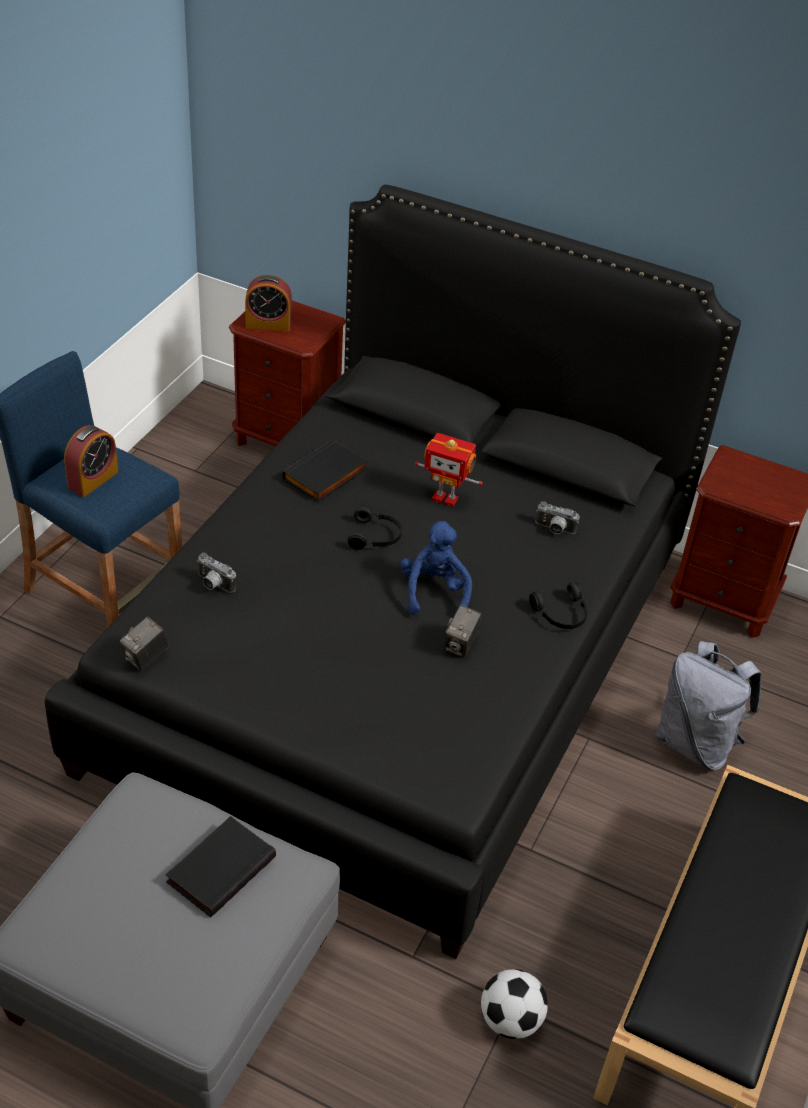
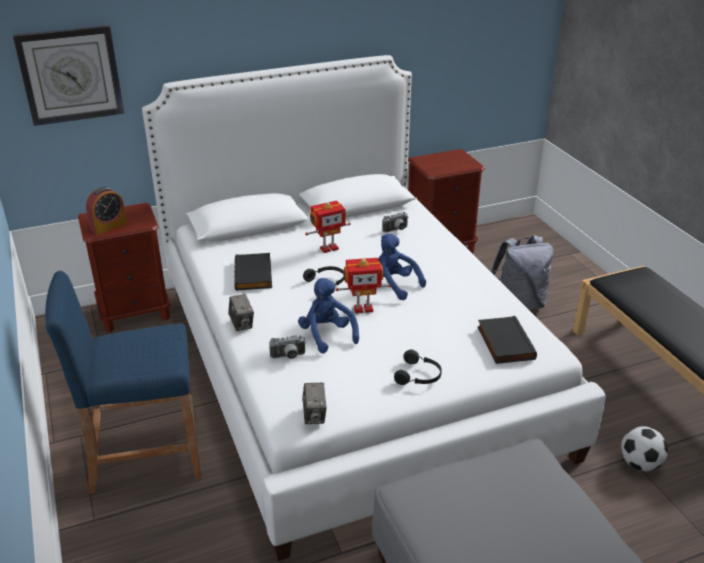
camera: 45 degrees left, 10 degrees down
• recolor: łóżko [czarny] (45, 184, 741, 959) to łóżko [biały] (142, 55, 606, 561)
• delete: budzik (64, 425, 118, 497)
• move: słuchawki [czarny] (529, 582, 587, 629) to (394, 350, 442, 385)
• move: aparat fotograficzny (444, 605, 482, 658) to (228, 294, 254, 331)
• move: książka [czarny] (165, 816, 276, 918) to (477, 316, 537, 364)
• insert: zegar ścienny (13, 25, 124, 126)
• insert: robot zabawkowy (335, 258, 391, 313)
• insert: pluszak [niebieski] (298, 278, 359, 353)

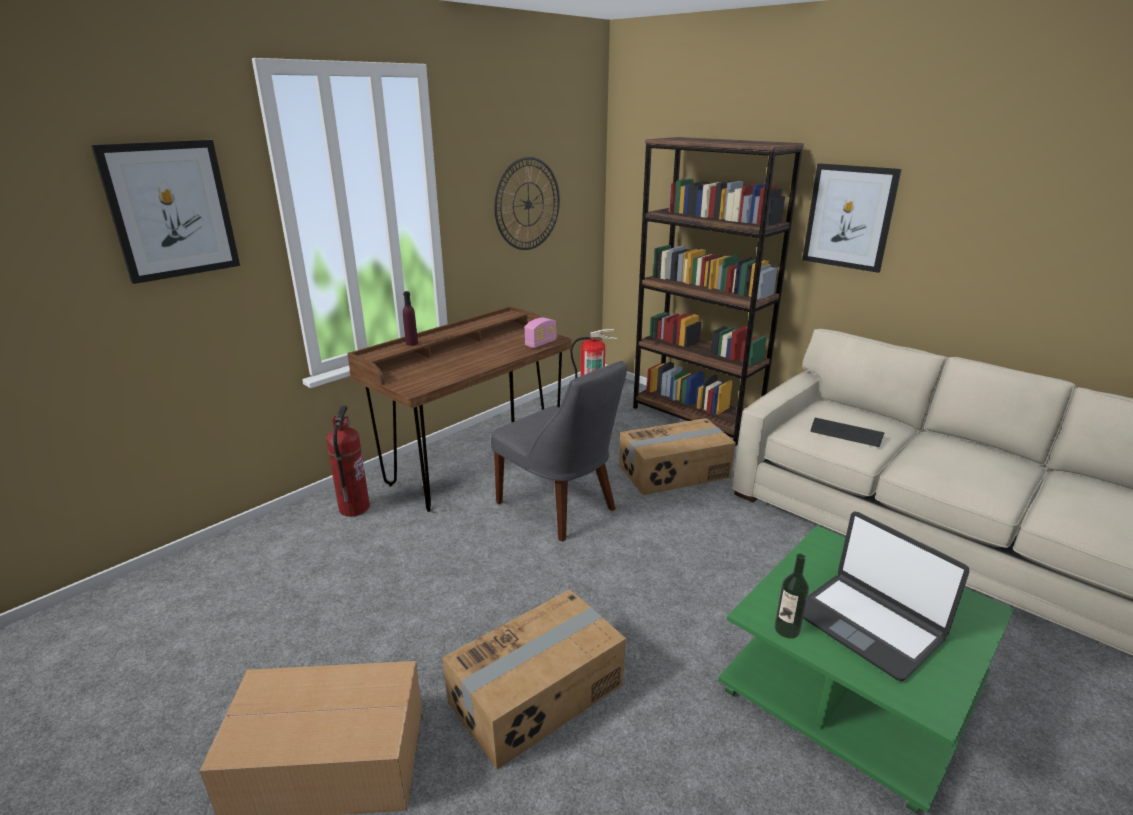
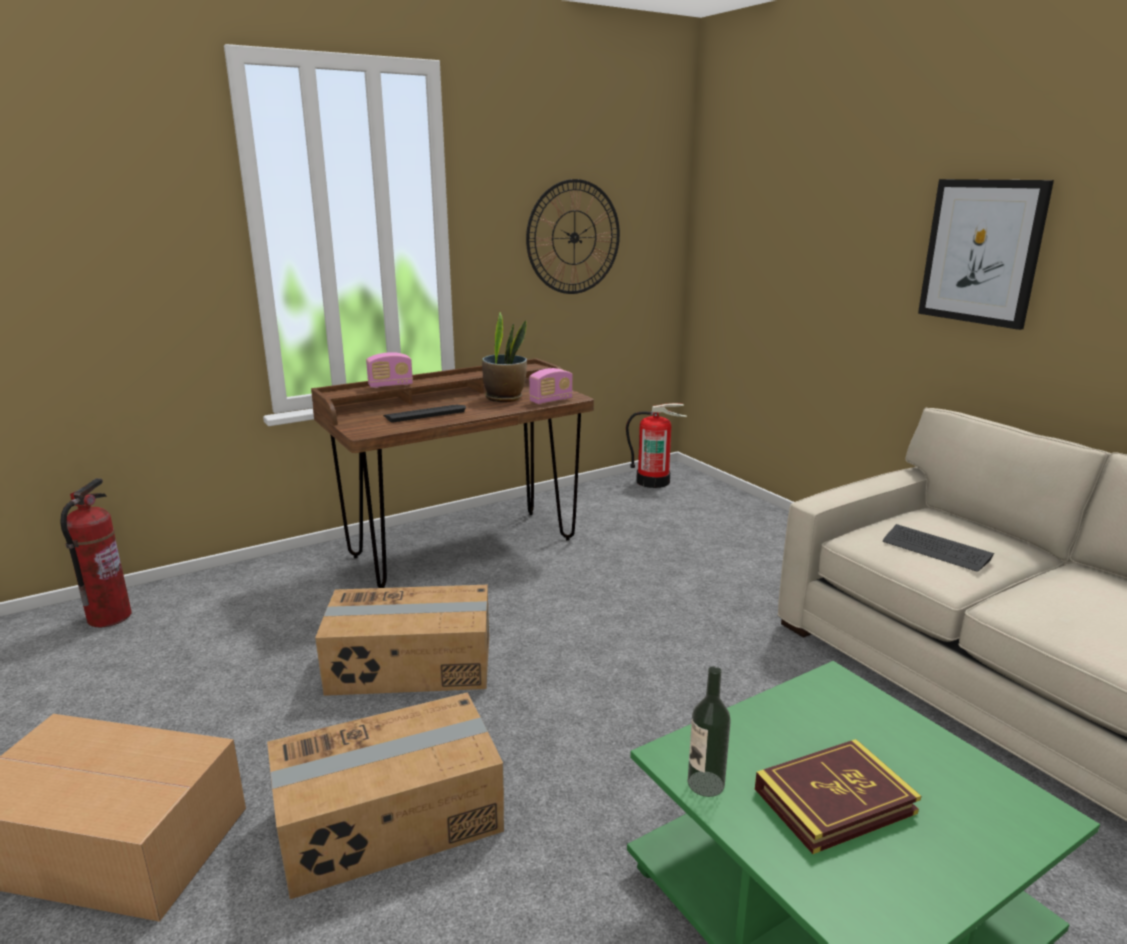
camera: 15 degrees right, 5 degrees down
• delete: regał [brązowy] (633, 137, 804, 446)
• delete: obraz (91, 140, 240, 284)
• replace: butelka [fioletowy] (403, 291, 418, 346) to radio (366, 352, 413, 388)
• delete: krzesło [szary] (491, 361, 627, 542)
• move: gaśnica (326, 405, 370, 517) to (60, 478, 132, 628)
• move: karton (619, 418, 736, 495) to (315, 585, 489, 696)
• replace: laptop (803, 512, 969, 681) to książka (755, 739, 921, 854)
• insert: roślina doniczkowa (482, 312, 527, 402)
• insert: klawiatura (383, 405, 466, 423)

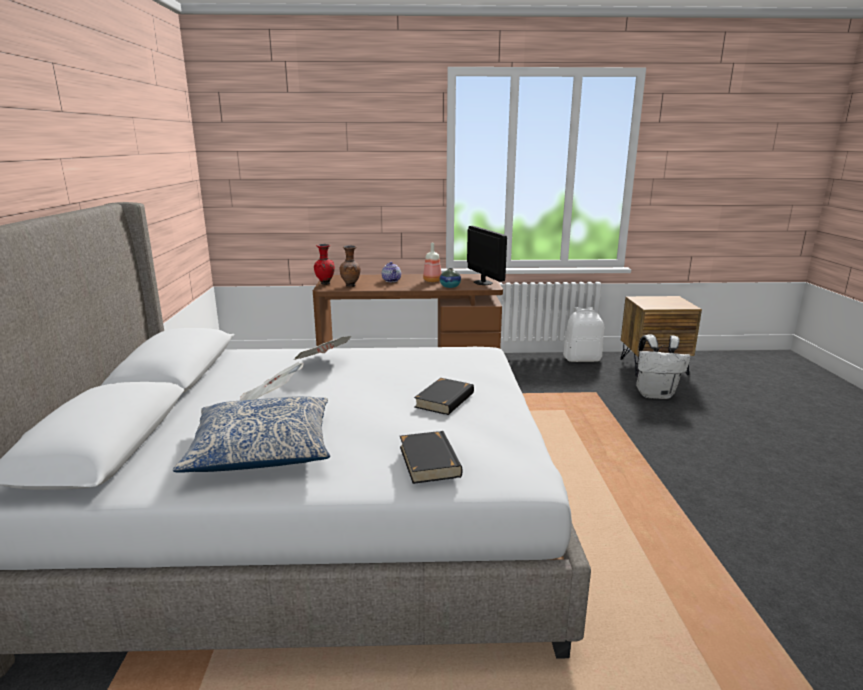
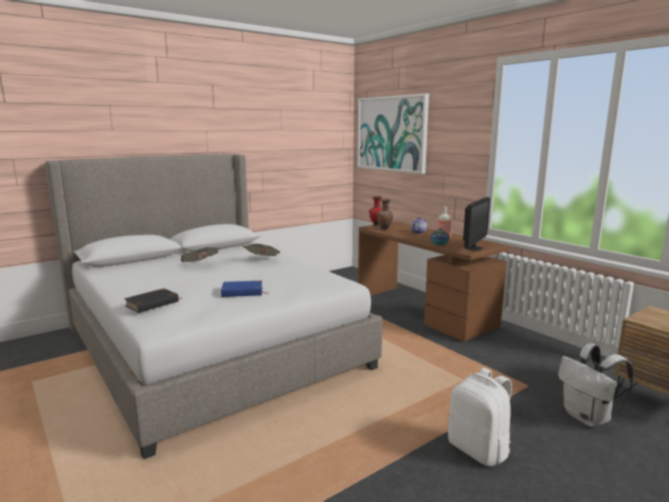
camera: 55 degrees right, 5 degrees down
• move: plecak [biały] (563, 307, 604, 362) to (448, 368, 512, 466)
• recolor: książka [czarny] (414, 378, 474, 415) to książka [niebieski] (221, 281, 269, 297)
• delete: poduszka (173, 396, 330, 473)
• insert: obraz (357, 93, 429, 174)

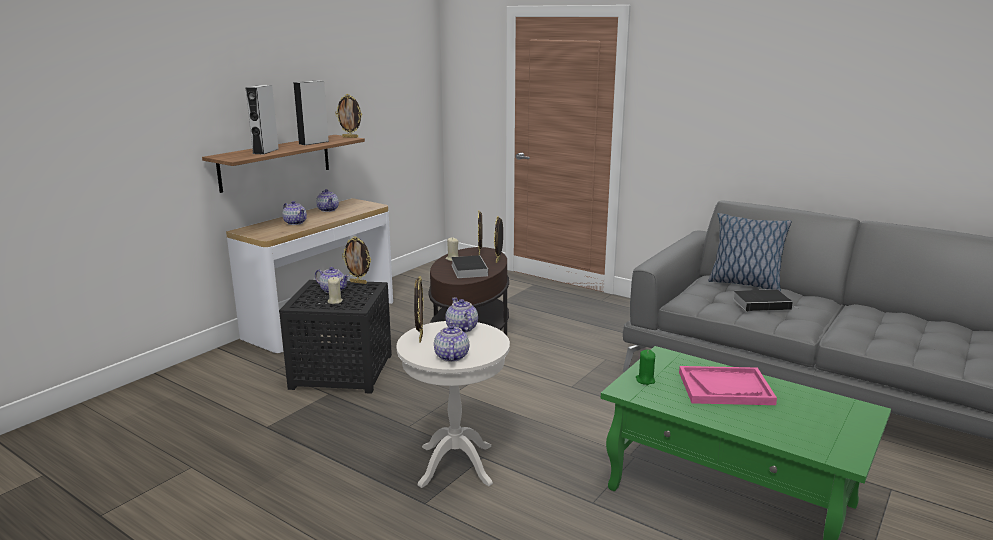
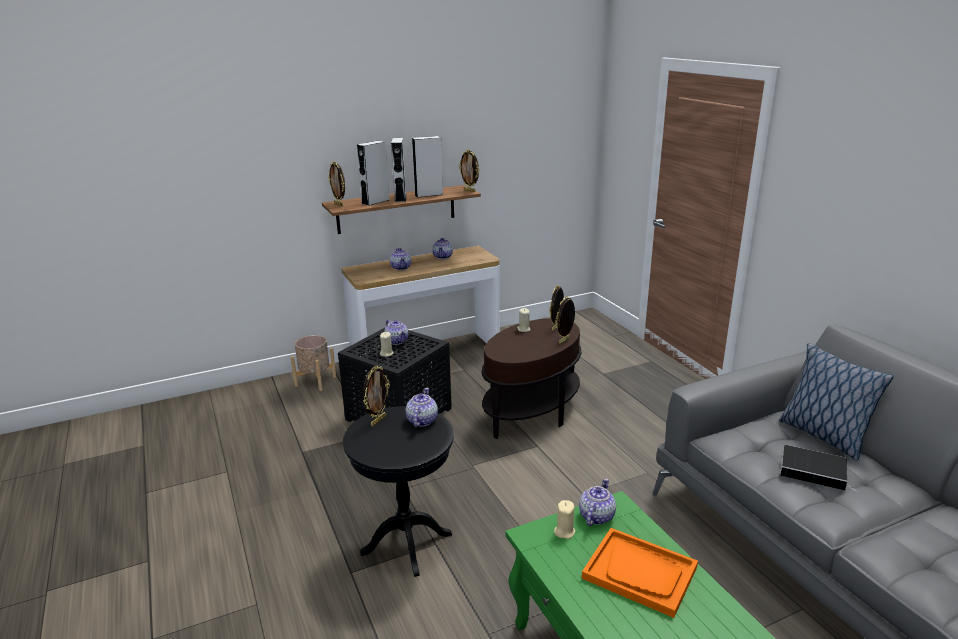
camera: 30 degrees right, 5 degrees up
• move: ramka na zdjęcie (342, 236, 371, 284) to (328, 161, 345, 207)
• delete: książka (451, 255, 488, 278)
• recolor: stolik [biały] (397, 321, 510, 488) to stolik [czarny] (343, 406, 454, 577)
• move: imbryk (434, 322, 469, 362) to (579, 478, 616, 526)
• recolor: świeca [zielony] (636, 350, 655, 385) to świeca [beżowy] (554, 500, 575, 539)
• recolor: taca [różowy] (679, 366, 777, 405) to taca [pomarańczowy] (582, 528, 698, 618)
• insert: głośnik [szary] (391, 138, 407, 202)
• insert: donica [beżowy] (291, 335, 336, 391)

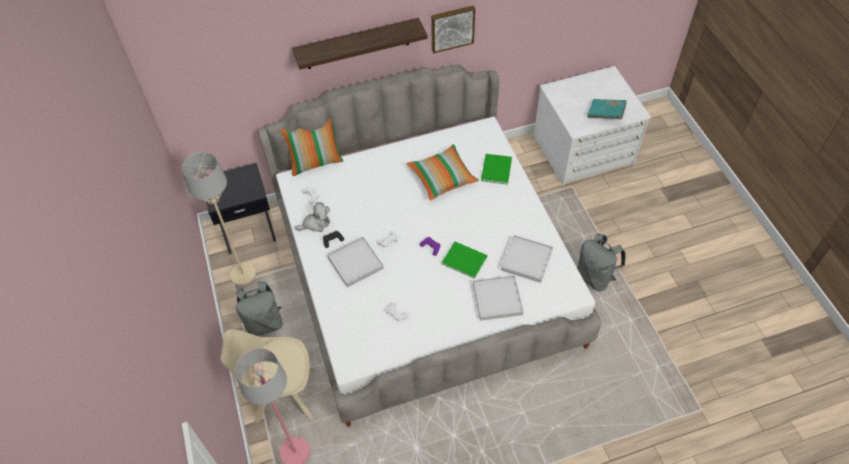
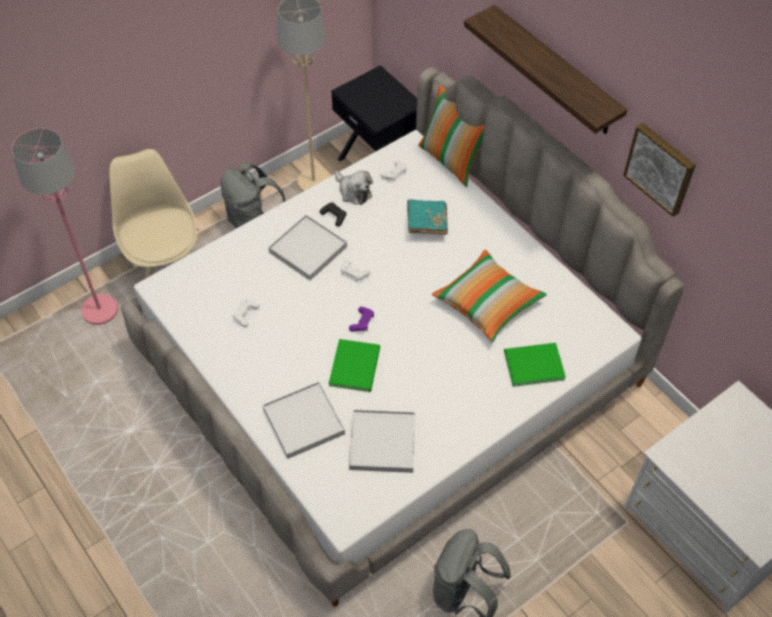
camera: 70 degrees right, 0 degrees up
• move: książka [turkusowy] (587, 99, 626, 119) to (407, 199, 448, 235)

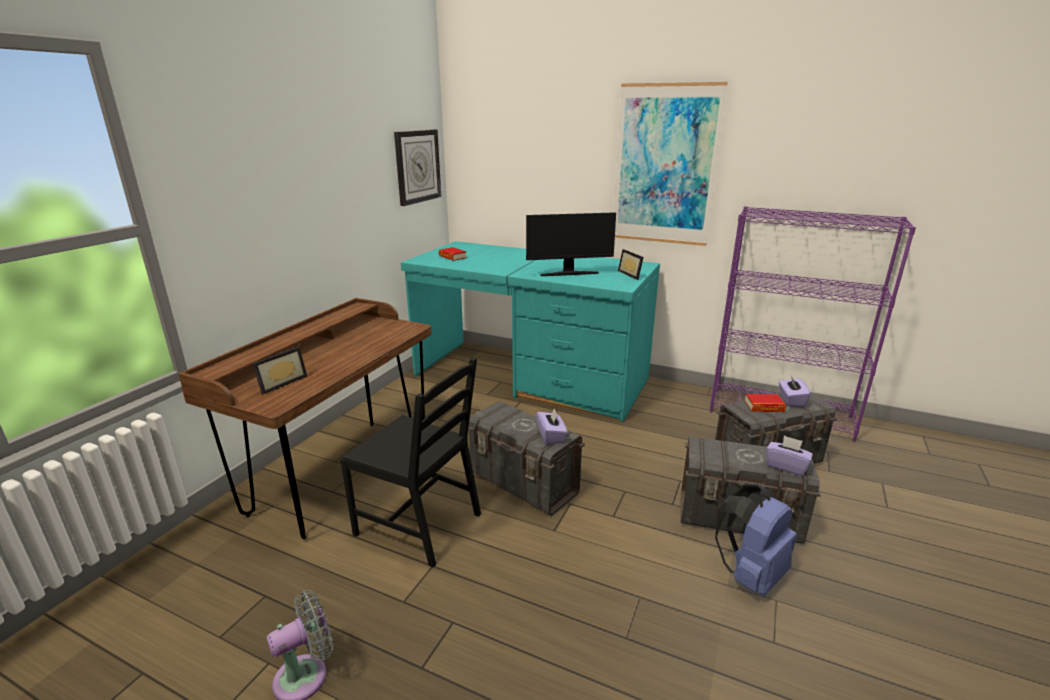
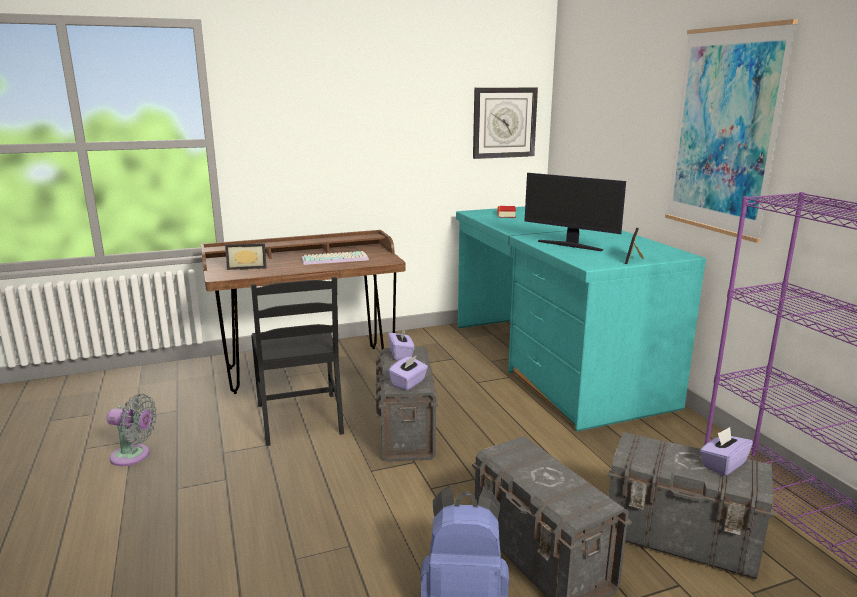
camera: 45 degrees right, 5 degrees down
• delete: książka (745, 394, 786, 412)
• move: pudełko chusteczek [fioletowy] (766, 435, 813, 476) to (388, 328, 414, 360)
• insert: klawiatura (302, 251, 369, 265)

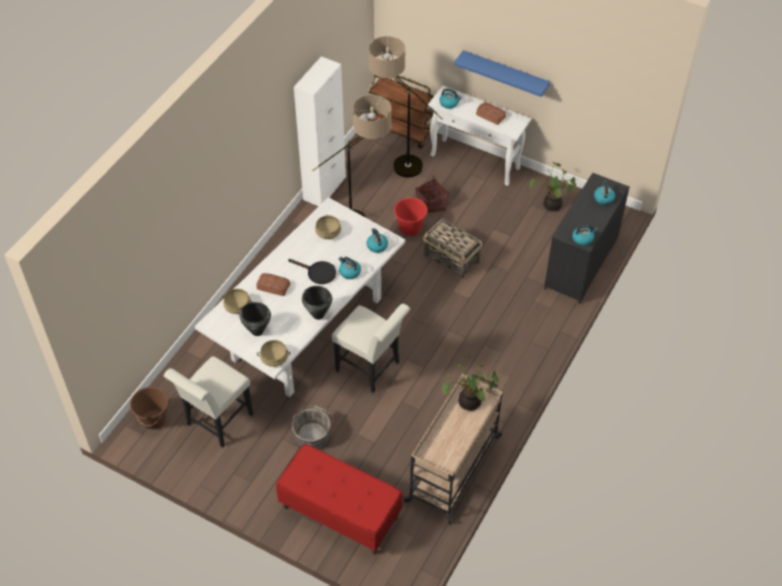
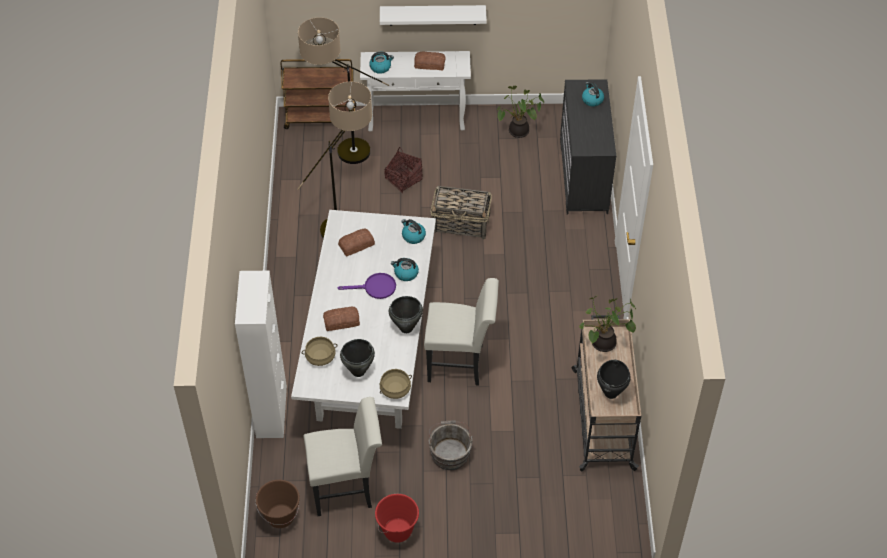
camera: 30 degrees left, 0 degrees up
• recolor: półka [niebieski] (454, 50, 550, 97) to półka [biały] (380, 5, 487, 26)
• move: szafka [biały] (294, 56, 346, 206) to (235, 271, 287, 438)
• move: wiadro [czerwony] (394, 198, 428, 236) to (375, 494, 419, 543)
• replace: garnek [beżowy] (315, 214, 341, 239) to chleb (338, 228, 375, 256)
• delete: czajnik (572, 225, 598, 246)
• recolor: patelnia [czarny] (288, 259, 336, 284) to patelnia [fioletowy] (337, 273, 396, 299)
• rotate: krzesło [biały] (164, 356, 253, 447) = (303, 397, 382, 516) 105 degrees counterclockwise
• delete: ławka [czerwony] (276, 444, 403, 555)
• insert: garnek [czarny] (597, 360, 631, 399)

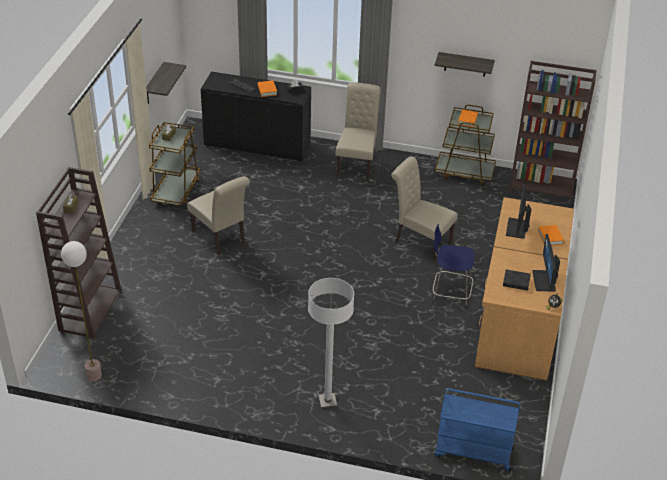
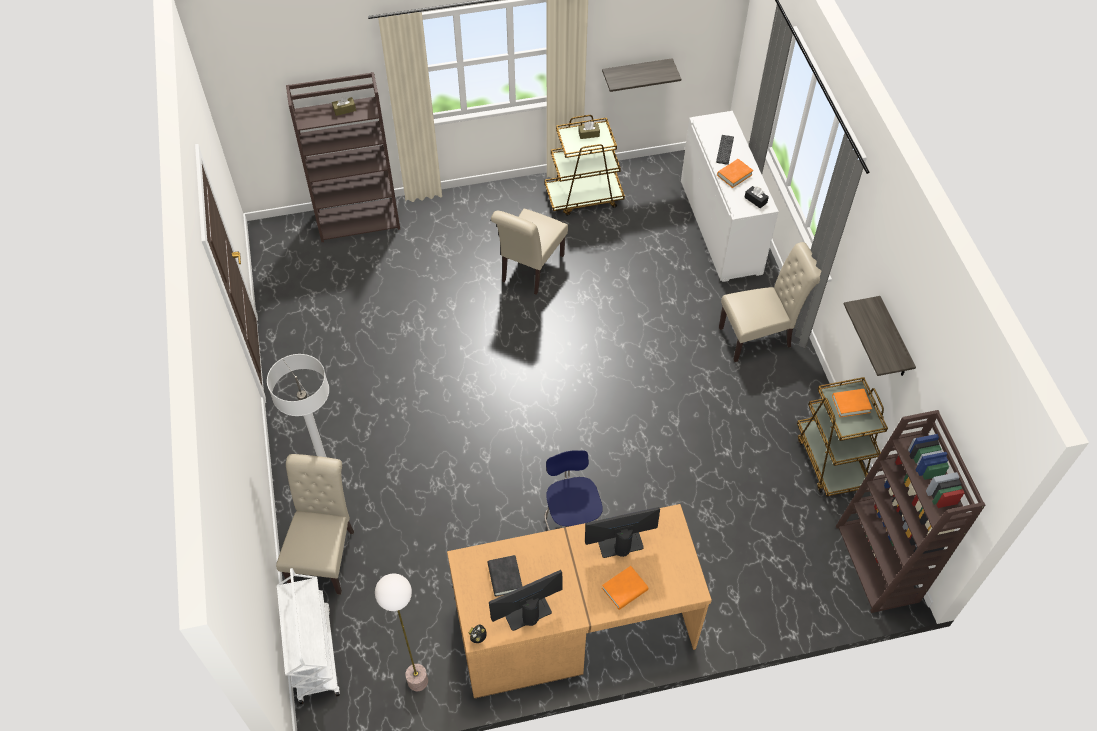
camera: 65 degrees right, 15 degrees up
• recolor: szafka [czarny] (201, 71, 311, 162) to szafka [biały] (681, 111, 779, 282)
• move: krzesło [beżowy] (391, 156, 458, 261) to (276, 454, 354, 595)
• move: lampa stojąca (61, 241, 102, 381) to (375, 573, 428, 691)
• recolor: wózek [niebieski] (435, 388, 520, 472) to wózek [biały] (277, 568, 340, 704)

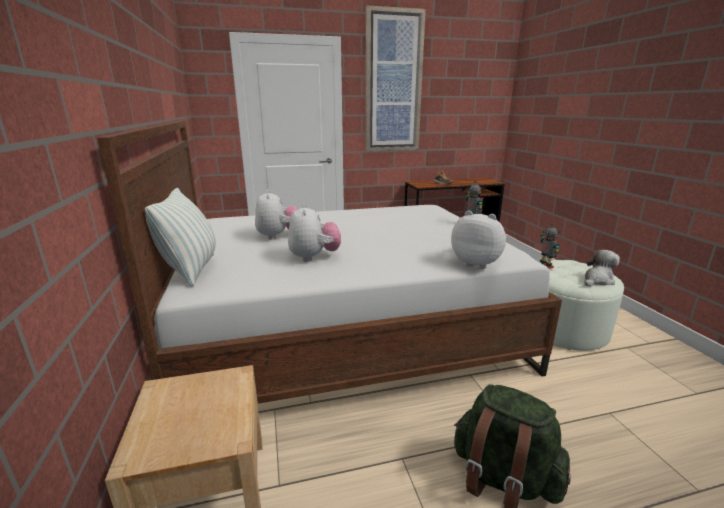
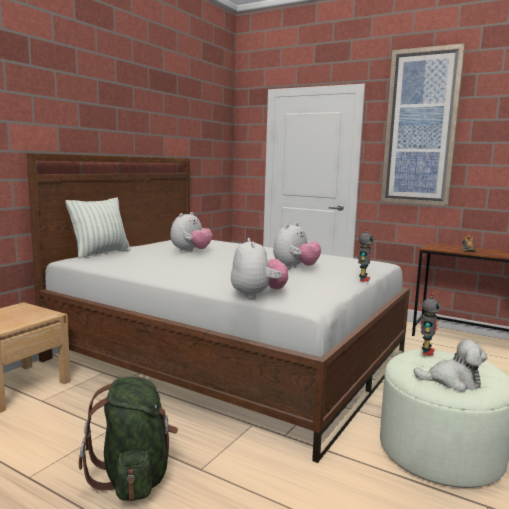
camera: 45 degrees right, 10 degrees down
• move: pluszak (288, 204, 341, 262) to (273, 223, 321, 269)

